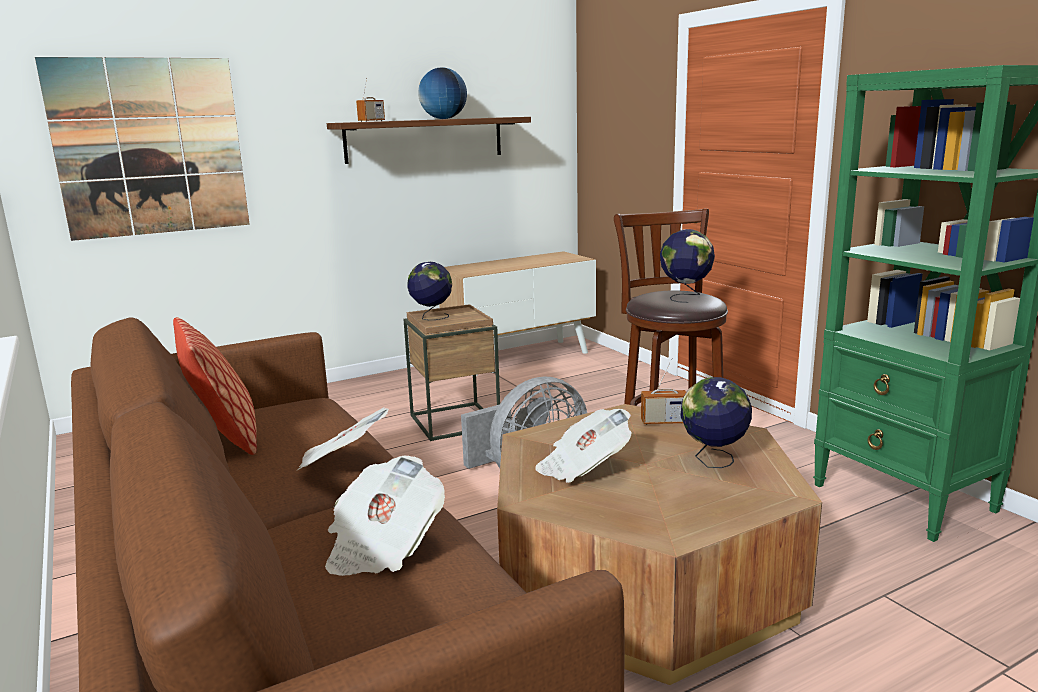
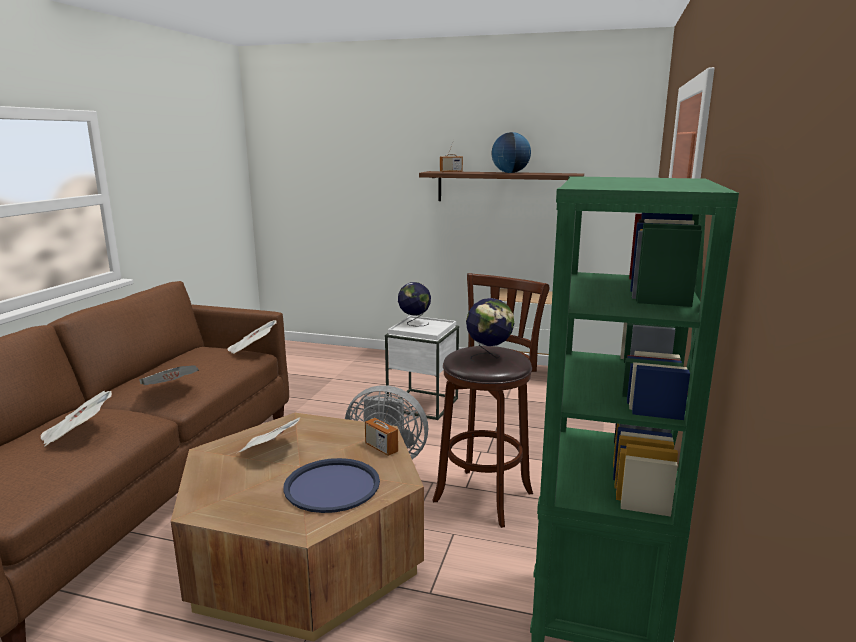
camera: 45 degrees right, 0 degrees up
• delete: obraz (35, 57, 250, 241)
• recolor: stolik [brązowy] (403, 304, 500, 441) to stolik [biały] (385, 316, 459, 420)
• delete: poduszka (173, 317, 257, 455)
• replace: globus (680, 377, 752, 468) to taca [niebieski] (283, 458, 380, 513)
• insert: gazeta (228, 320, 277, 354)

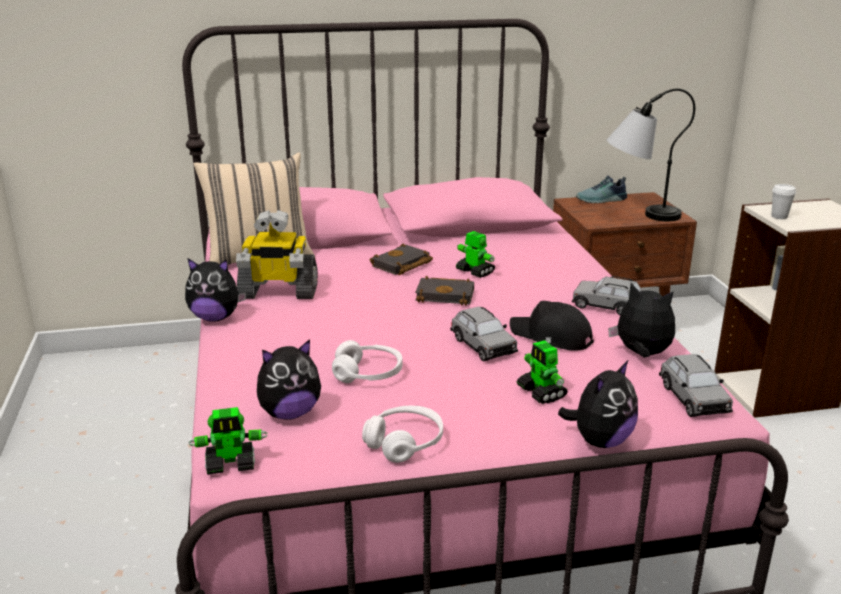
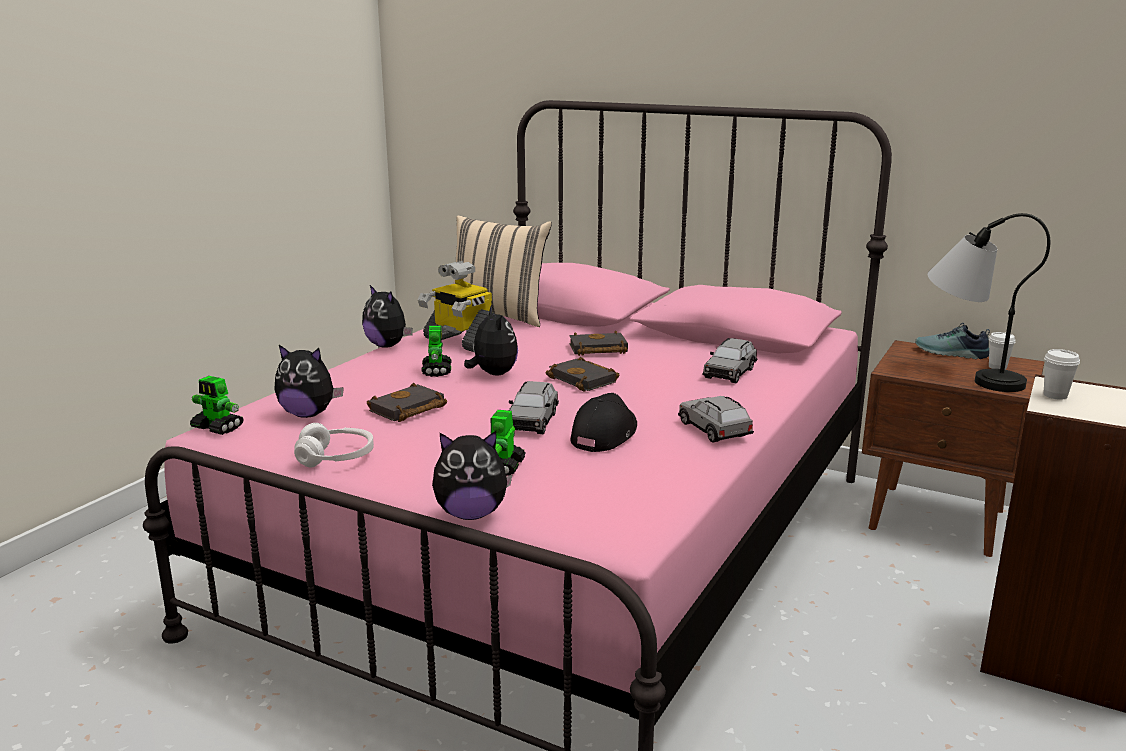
camera: 40 degrees right, 5 degrees down
• move: robot zabawkowy (456, 231, 495, 278) to (421, 326, 452, 377)
• move: pluszak (608, 283, 675, 358) to (464, 306, 518, 375)
• rotate: czapka z daszkiem [czarny] (510, 301, 594, 351) = (570, 393, 637, 452) 45 degrees clockwise
• replace: słuchawki [biały] (332, 340, 403, 383) to książka [czarny] (367, 383, 447, 422)
• move: samochodzik [szary] (659, 354, 733, 417) to (702, 338, 758, 383)
• insert: filiżanka [biały] (989, 332, 1015, 370)

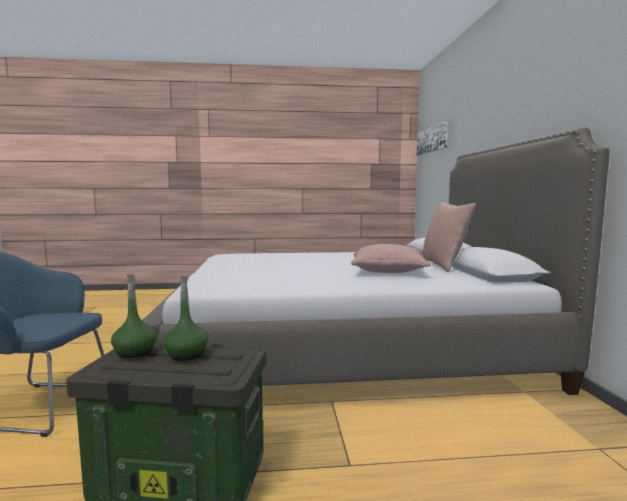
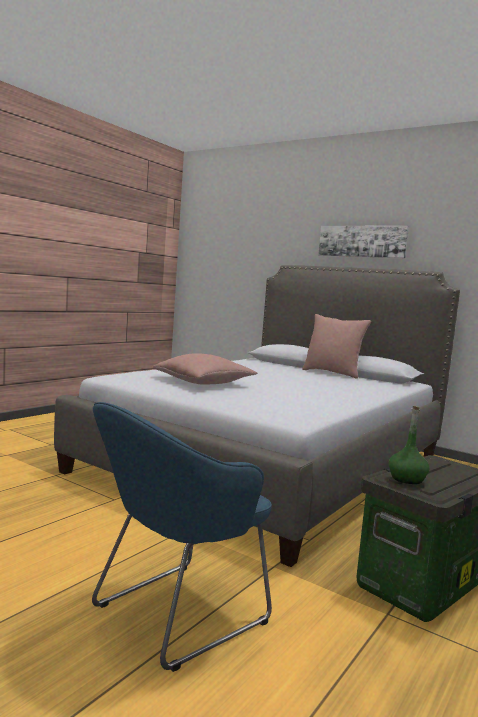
camera: 50 degrees left, 0 degrees up
• move: obraz (417, 121, 448, 156) to (318, 225, 409, 258)
• move: poduszka [różowy] (351, 244, 431, 273) to (153, 353, 258, 385)
• delete: butelka [zielony] (164, 274, 208, 361)

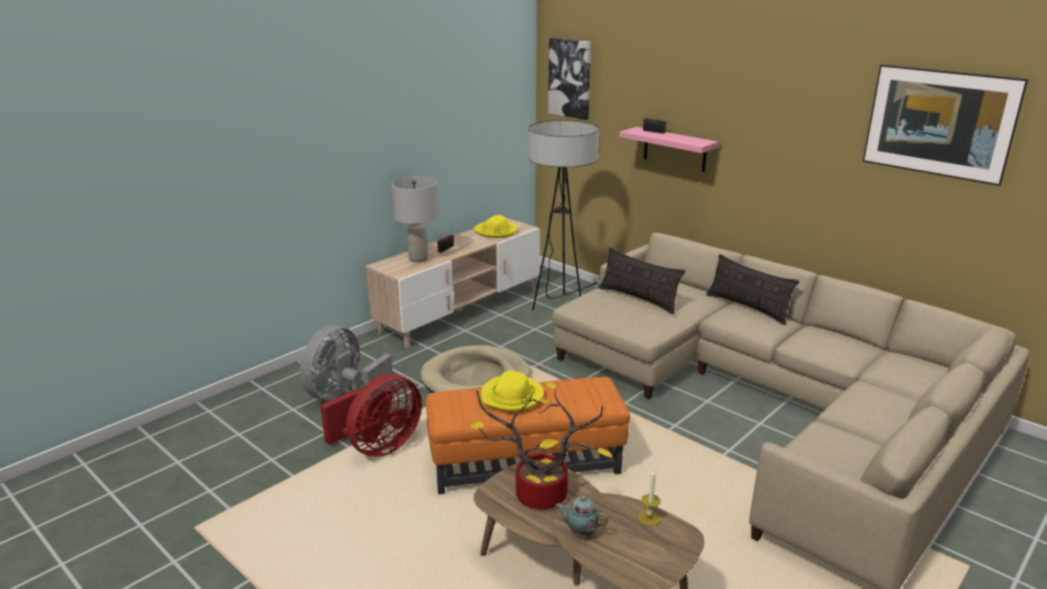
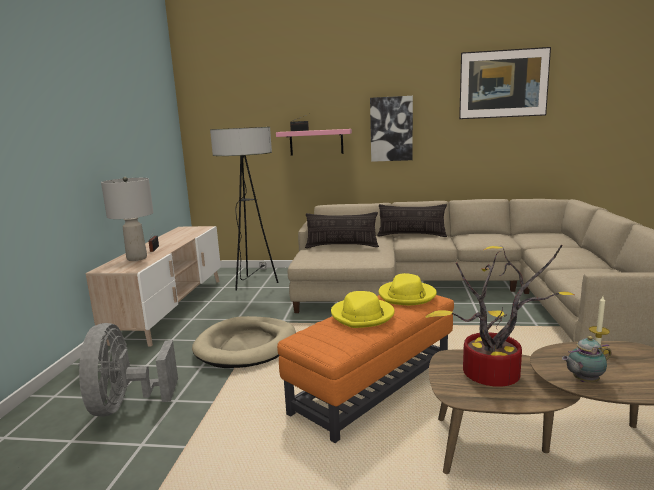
camera: 35 degrees left, 10 degrees down
• move: obraz (548, 38, 591, 120) to (370, 96, 413, 162)
• move: kapelusz [żółty] (473, 215, 517, 238) to (378, 273, 437, 305)
• delete: wentylator [czerwony] (320, 374, 422, 457)

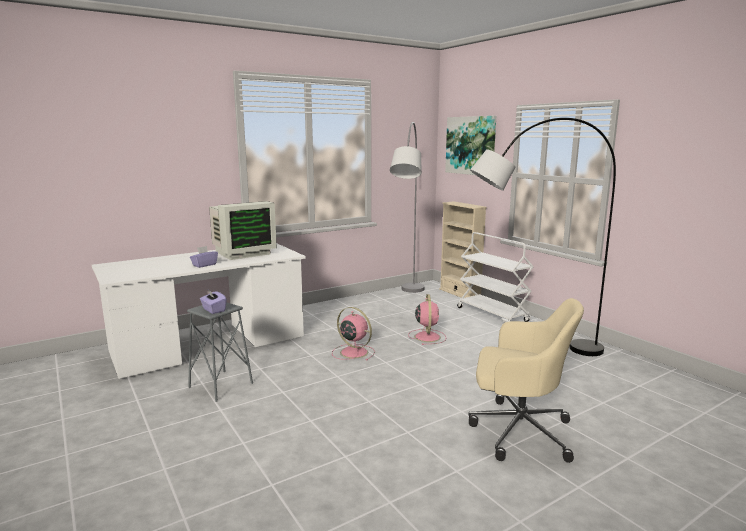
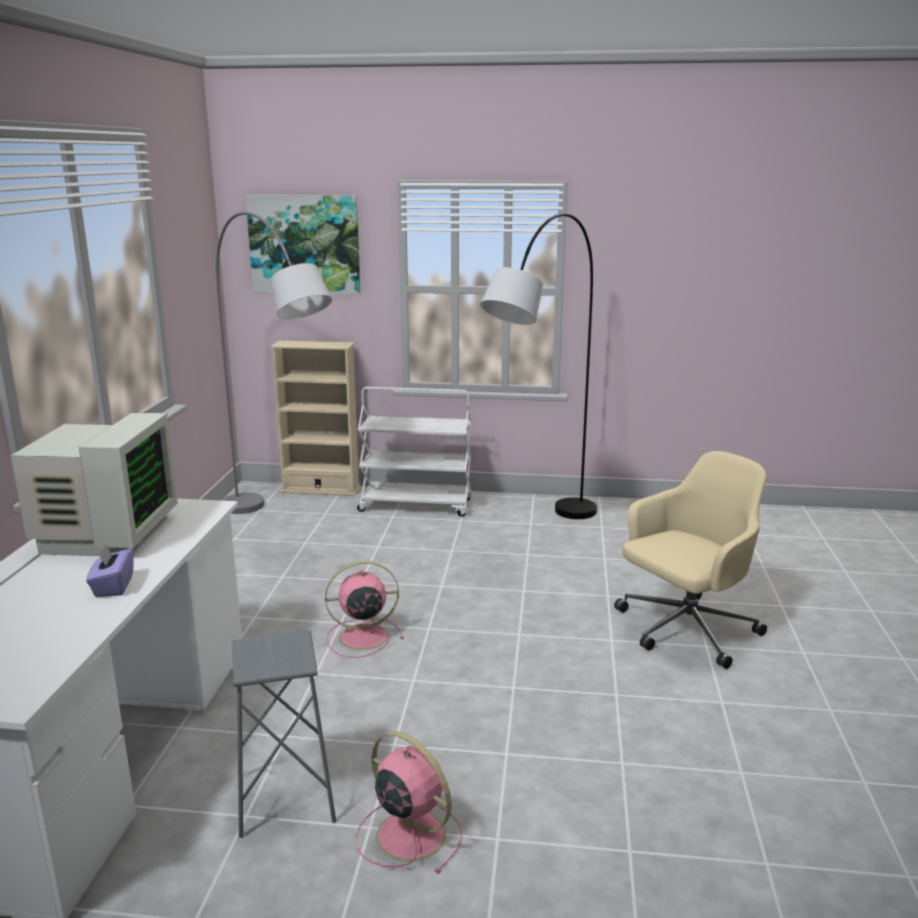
camera: 50 degrees left, 5 degrees up
• delete: pudełko chusteczek [fioletowy] (200, 290, 227, 314)
• move: wentylator [różowy] (408, 294, 446, 345) to (356, 731, 462, 874)

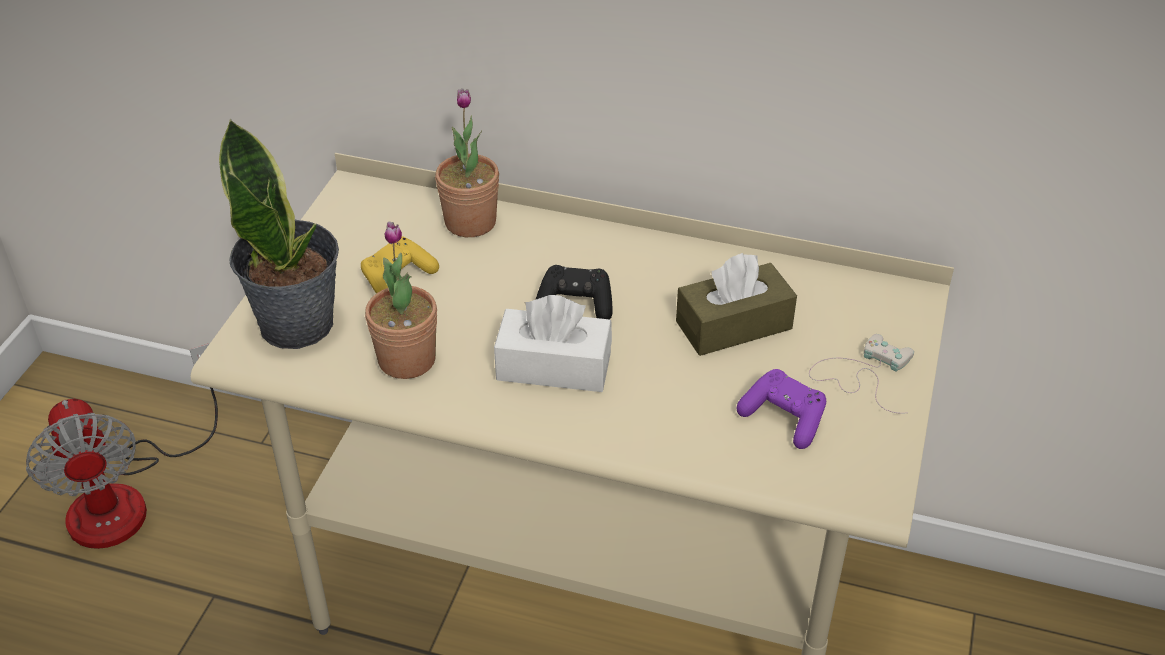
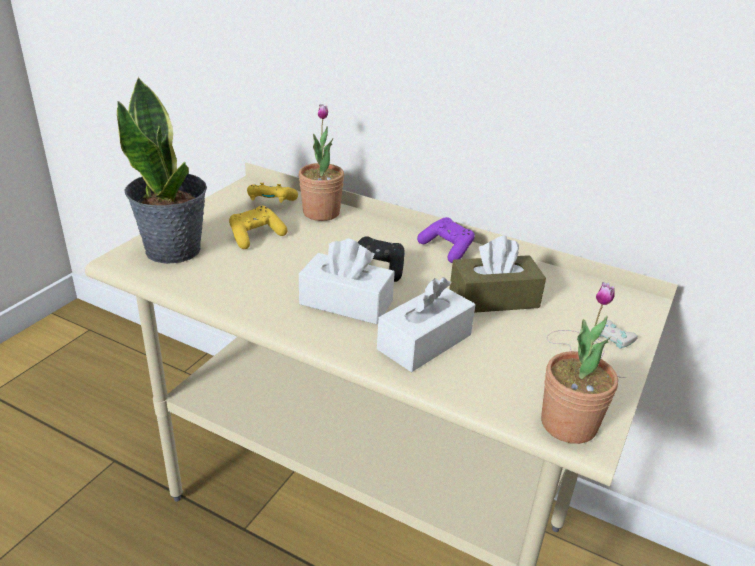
camera: 10 degrees right, 10 degrees down
• move: roślina doniczkowa (365, 222, 437, 379) to (541, 282, 618, 444)
• delete: wentylator (26, 344, 218, 549)
• move: pad do gier [fioletowy] (737, 369, 826, 449) to (417, 217, 475, 263)
• insert: pad do gier [żółty] (247, 183, 298, 203)
• insert: pudełko chusteczek [biały] (377, 277, 475, 372)

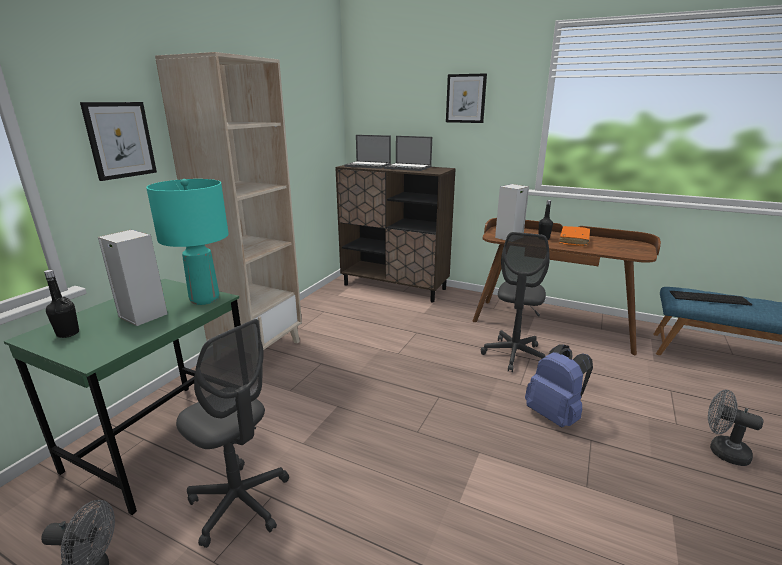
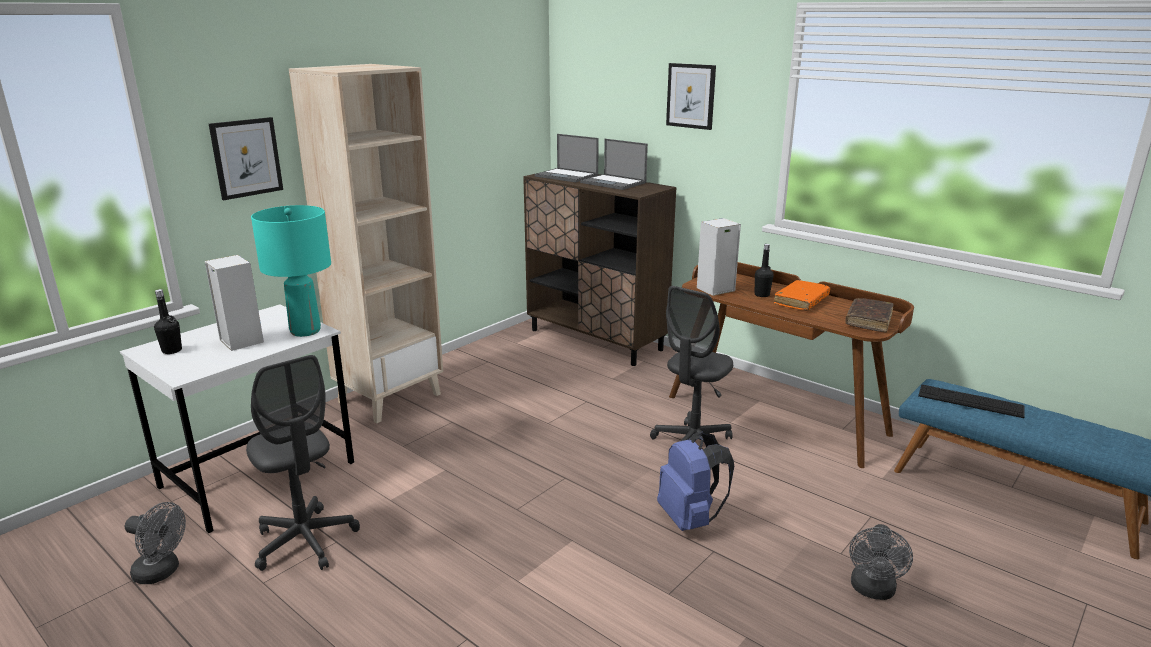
camera: 15 degrees right, 0 degrees up
• recolor: biurko [zielony] (4, 279, 241, 515) to biurko [biały] (120, 304, 354, 533)
• rotate: wentylator [szary] (708, 390, 763, 466) = (849, 524, 913, 600) 120 degrees counterclockwise
• insert: książka [brązowy] (845, 298, 894, 332)

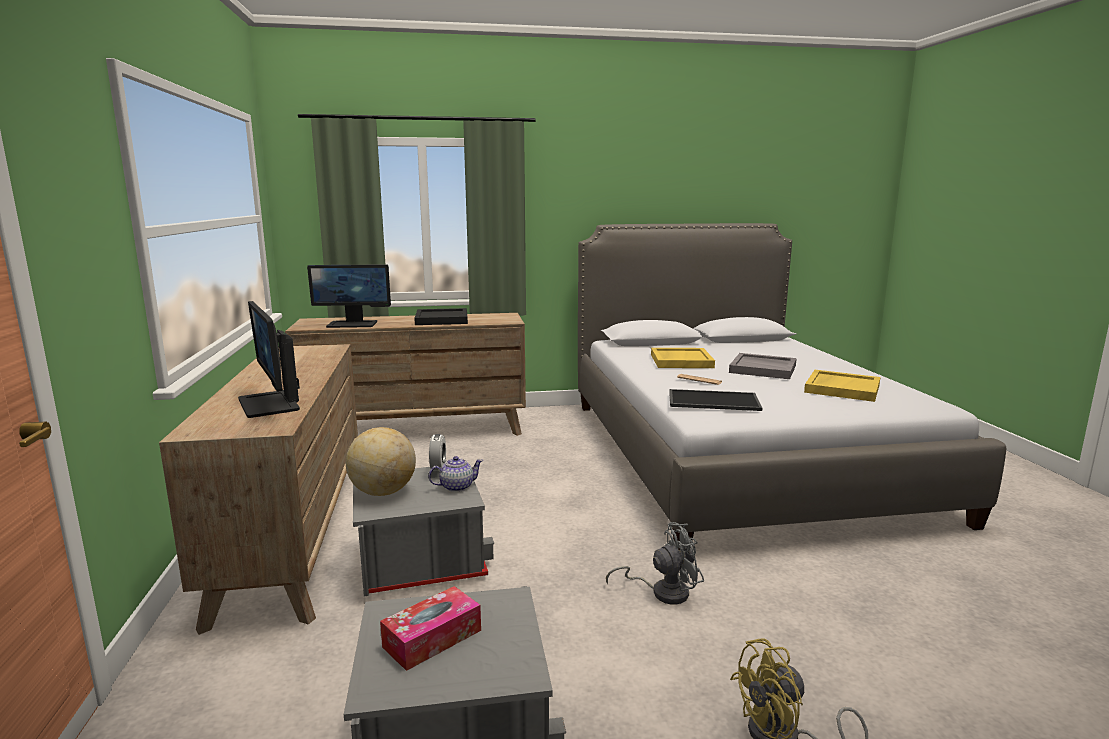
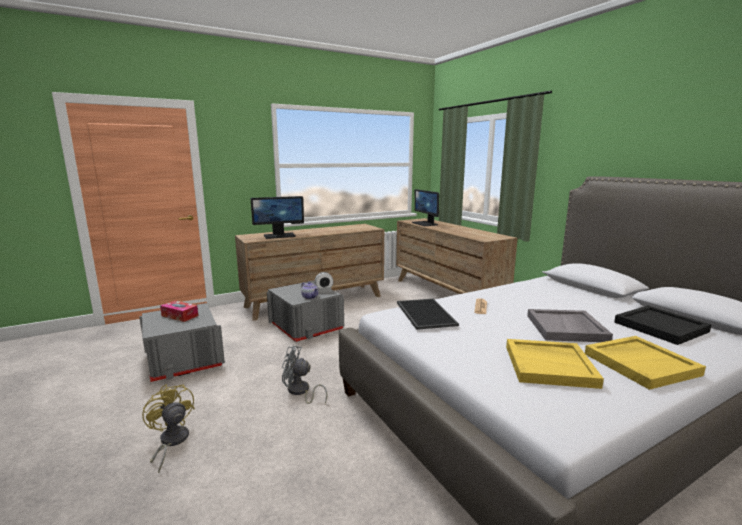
camera: 70 degrees right, 0 degrees up
• rotate: monitor (238, 301, 300, 418) = (251, 196, 304, 239) 150 degrees counterclockwise
• move: taca [czarny] (414, 308, 468, 325) to (614, 306, 712, 345)
• move: taca [żółty] (651, 348, 715, 368) to (585, 336, 706, 390)
• delete: globus (346, 427, 416, 496)
• rotate: wentylator [szary] (606, 522, 704, 604) = (282, 346, 328, 404) 135 degrees clockwise

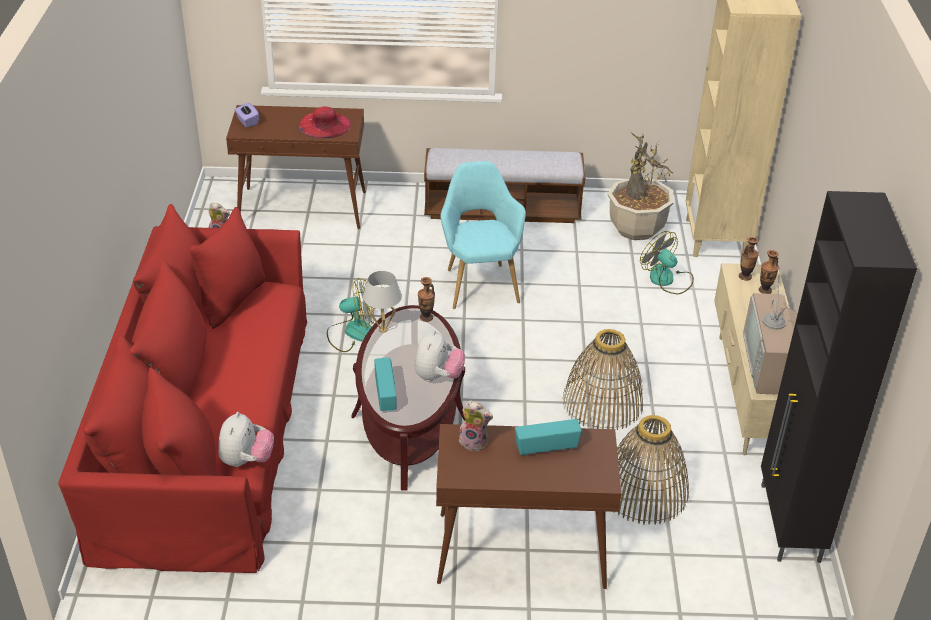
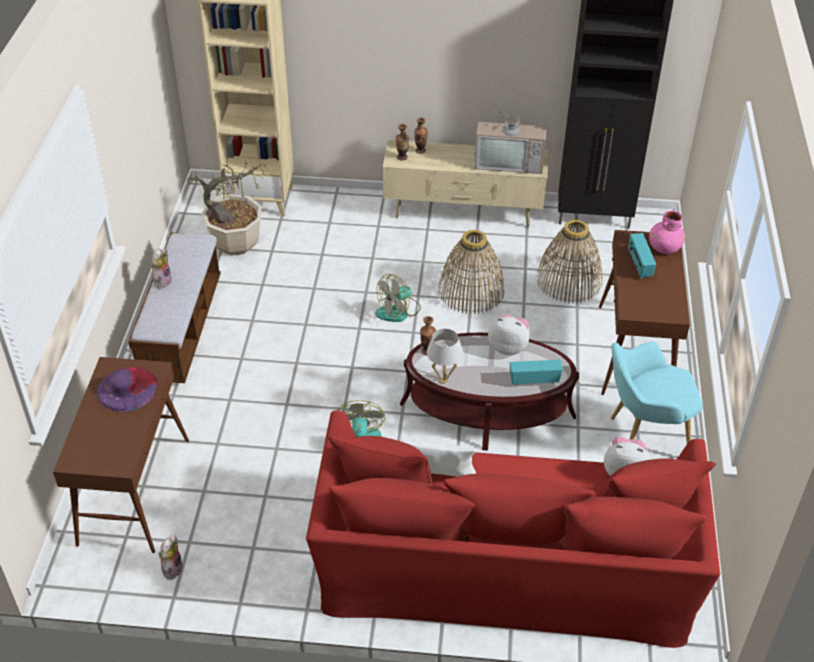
camera: 85 degrees left, 5 degrees up
• delete: pudełko chusteczek [fioletowy] (235, 103, 259, 128)
• recolor: kapelusz [czerwony] (299, 106, 351, 138) to kapelusz [fioletowy] (97, 367, 157, 412)
• move: fotel [turkusowy] (440, 161, 526, 309) to (611, 342, 703, 444)
• move: wentylator (640, 231, 694, 294) to (375, 274, 421, 322)
• move: pluszak (459, 400, 493, 451) to (151, 248, 172, 289)
• insert: wazon [różowy] (649, 210, 685, 254)
• insert: poduszka [biały] (403, 440, 476, 477)

